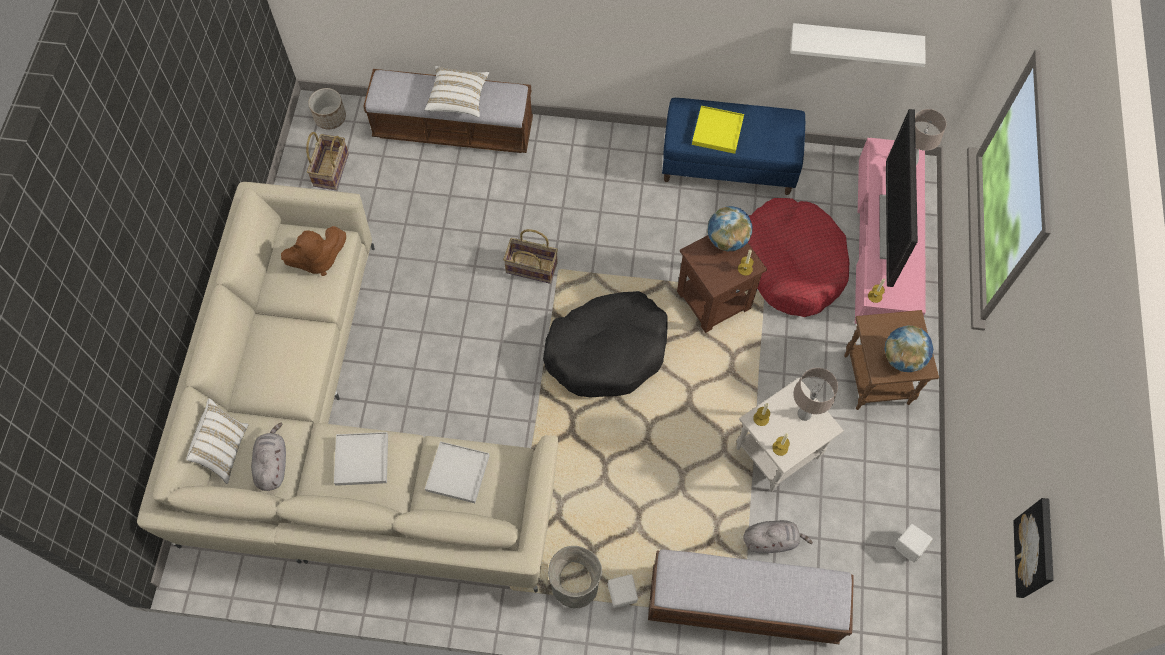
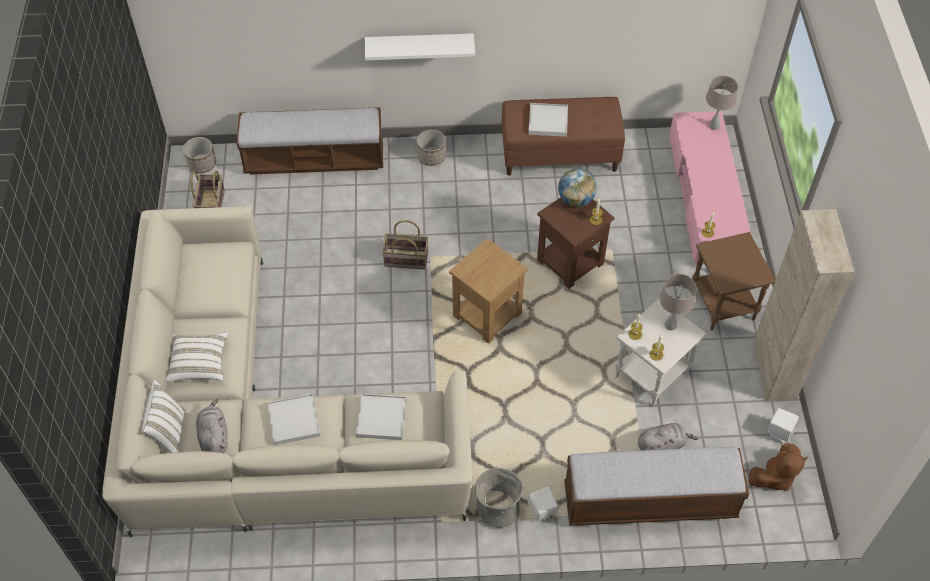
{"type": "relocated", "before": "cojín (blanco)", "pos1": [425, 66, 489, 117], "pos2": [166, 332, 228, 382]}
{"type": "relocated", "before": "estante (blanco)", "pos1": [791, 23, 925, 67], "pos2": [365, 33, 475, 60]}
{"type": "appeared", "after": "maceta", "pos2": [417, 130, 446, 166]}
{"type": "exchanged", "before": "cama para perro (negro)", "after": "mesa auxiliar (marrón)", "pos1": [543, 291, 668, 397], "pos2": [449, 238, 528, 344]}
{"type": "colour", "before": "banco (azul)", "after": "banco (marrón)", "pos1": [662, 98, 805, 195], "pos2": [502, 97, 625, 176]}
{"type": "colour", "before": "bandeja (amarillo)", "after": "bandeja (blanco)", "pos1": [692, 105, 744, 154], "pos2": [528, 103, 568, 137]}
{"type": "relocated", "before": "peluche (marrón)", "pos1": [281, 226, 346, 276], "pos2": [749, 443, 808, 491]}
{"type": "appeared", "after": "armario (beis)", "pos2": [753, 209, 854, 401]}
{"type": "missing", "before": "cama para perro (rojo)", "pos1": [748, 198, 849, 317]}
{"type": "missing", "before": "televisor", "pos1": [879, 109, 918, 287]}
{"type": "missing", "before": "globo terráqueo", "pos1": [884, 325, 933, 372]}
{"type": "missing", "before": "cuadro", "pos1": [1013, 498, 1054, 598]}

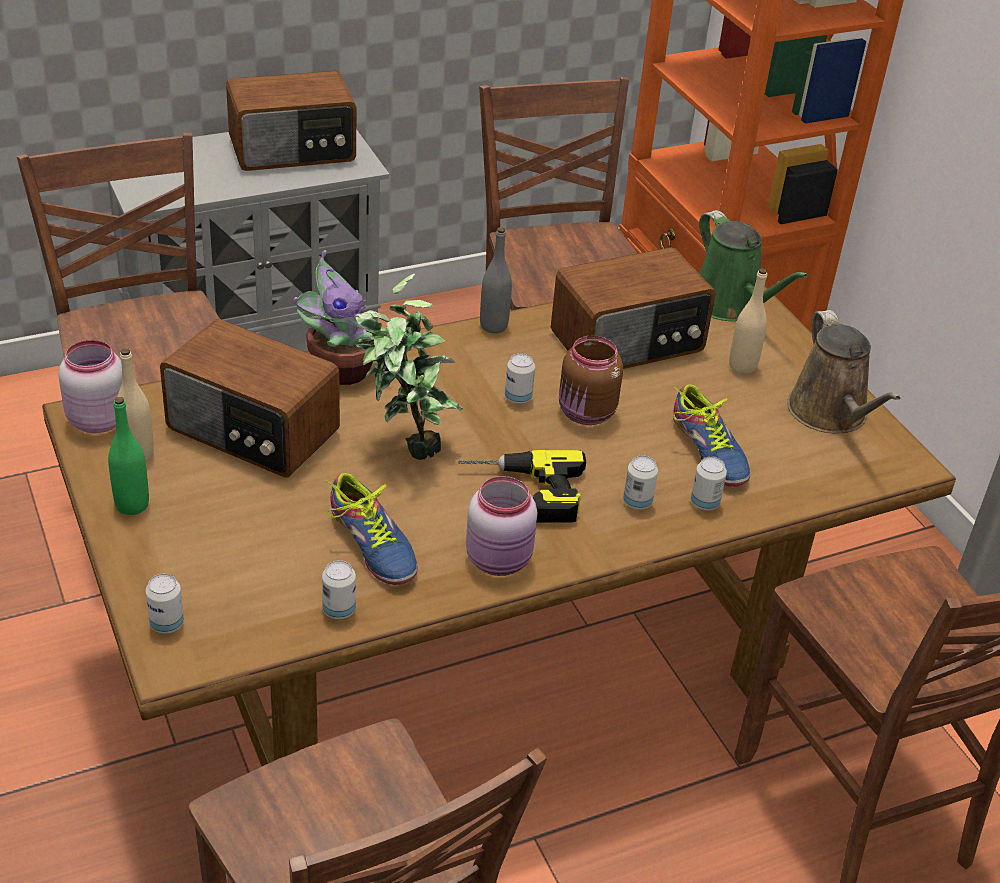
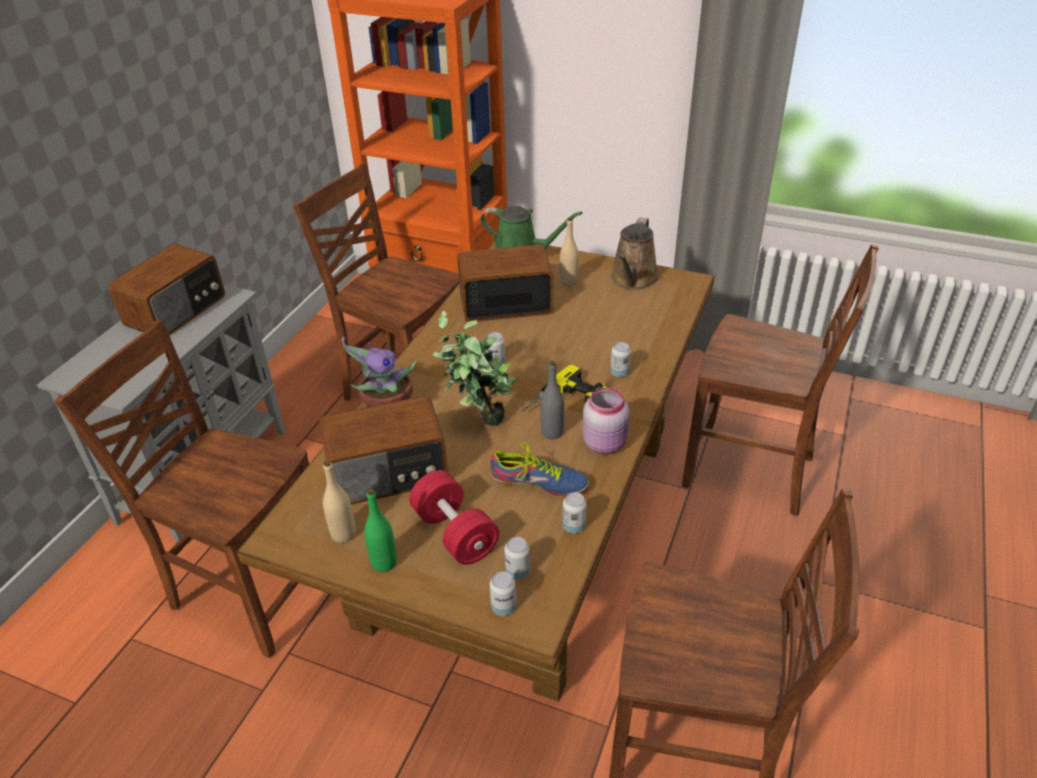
{"type": "appeared", "after": "mancuerna (rojo)", "pos2": [409, 470, 499, 565]}
{"type": "spun", "before": "radio", "pos1": [551, 247, 716, 369], "pos2": [457, 245, 553, 322], "turn": -120}
{"type": "relocated", "before": "lata", "pos1": [691, 457, 727, 511], "pos2": [504, 537, 530, 580]}
{"type": "relocated", "before": "botella (gris)", "pos1": [480, 227, 512, 333], "pos2": [540, 361, 564, 439]}
{"type": "spun", "before": "regadera (marrón)", "pos1": [787, 310, 900, 433], "pos2": [610, 218, 659, 290], "turn": 75}
{"type": "missing", "before": "tarro (rosa)", "pos1": [59, 340, 122, 433]}
{"type": "missing", "before": "tarro (marrón)", "pos1": [559, 336, 623, 425]}
{"type": "missing", "before": "zapato", "pos1": [673, 384, 750, 487]}

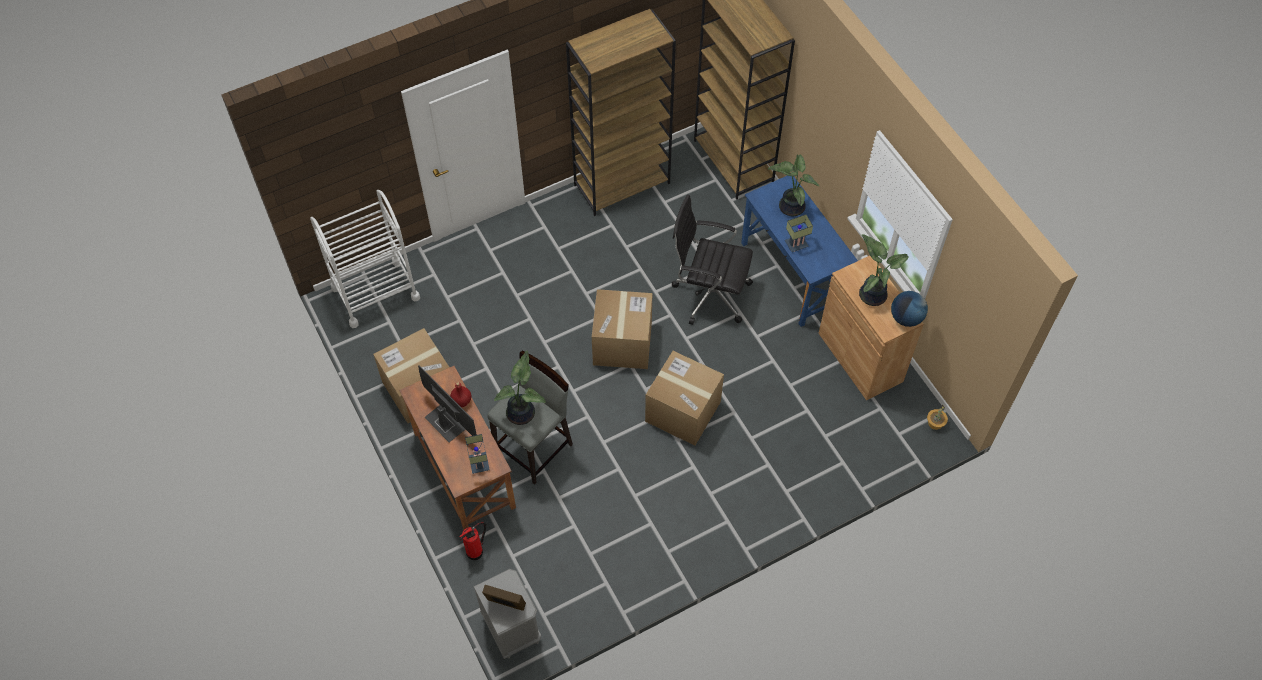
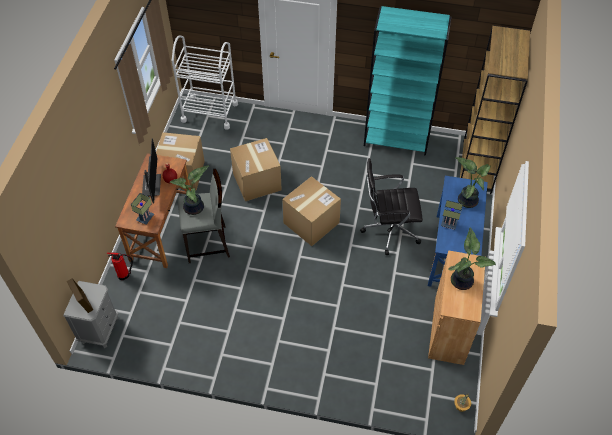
{"type": "relocated", "before": "caja de cartón", "pos1": [645, 351, 724, 446], "pos2": [230, 138, 282, 201]}
{"type": "spun", "before": "silla de oficina (negro)", "pos1": [672, 195, 753, 325], "pos2": [360, 158, 423, 255], "turn": -60}
{"type": "colour", "before": "estantería (marrón)", "after": "estantería (turquesa)", "pos1": [566, 9, 676, 216], "pos2": [364, 6, 452, 156]}
{"type": "missing", "before": "globo terráqueo", "pos1": [891, 291, 928, 327]}

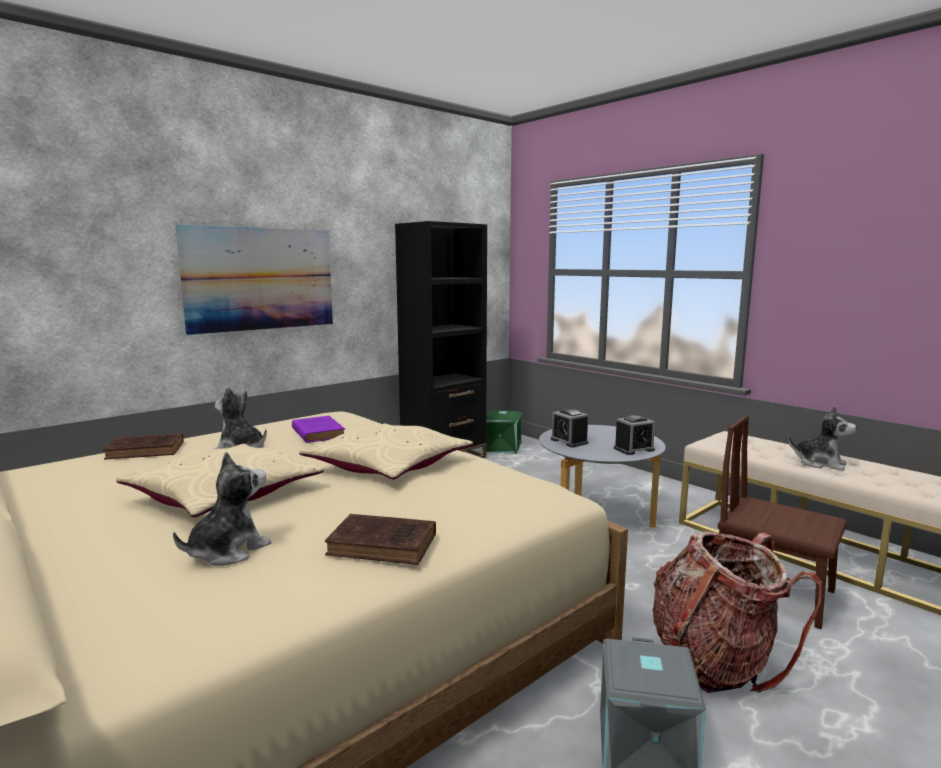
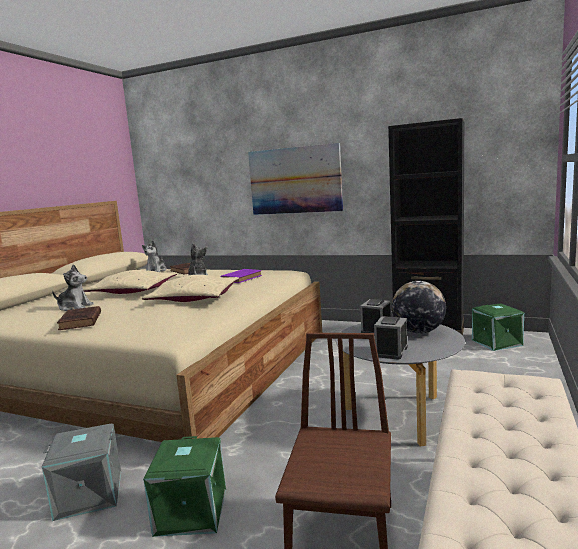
{"type": "relocated", "before": "peluche", "pos1": [788, 406, 857, 471], "pos2": [142, 240, 167, 272]}
{"type": "exchanged", "before": "mochila", "after": "caja de almacenaje (verde)", "pos1": [652, 532, 822, 693], "pos2": [143, 436, 226, 537]}
{"type": "spun", "before": "despertador", "pos1": [614, 415, 655, 455], "pos2": [374, 316, 408, 359], "turn": 75}
{"type": "appeared", "after": "globo terráqueo", "pos2": [392, 281, 446, 334]}

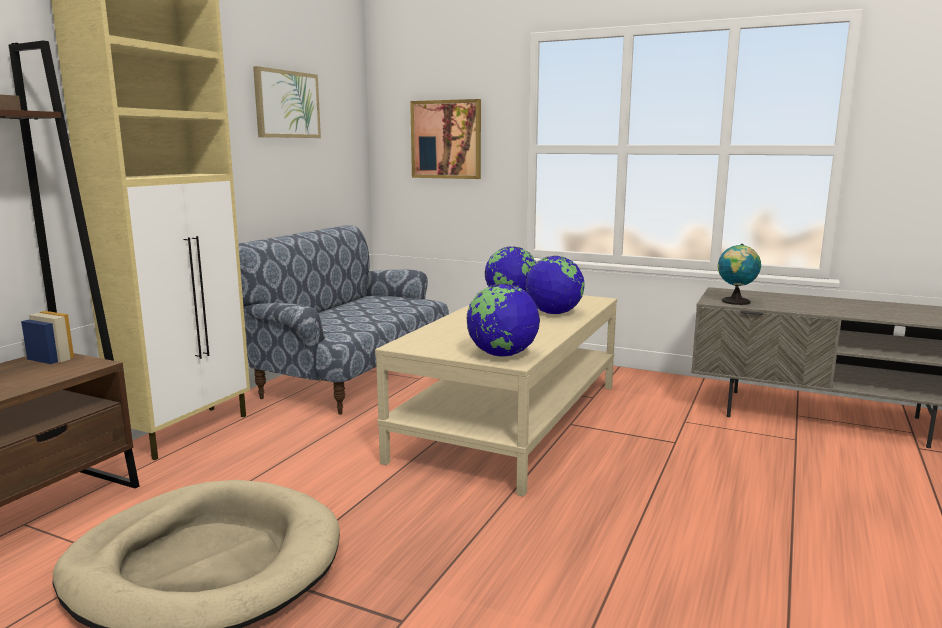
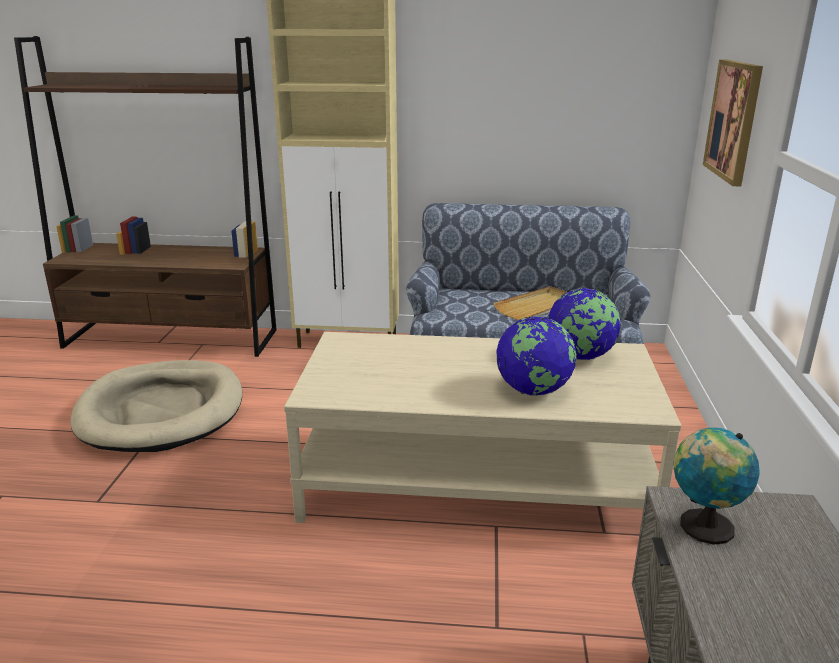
{"type": "appeared", "after": "bandeja (beis)", "pos2": [493, 286, 567, 320]}
{"type": "missing", "before": "cuadro", "pos1": [253, 66, 321, 138]}
{"type": "missing", "before": "globo terráqueo", "pos1": [467, 283, 540, 357]}

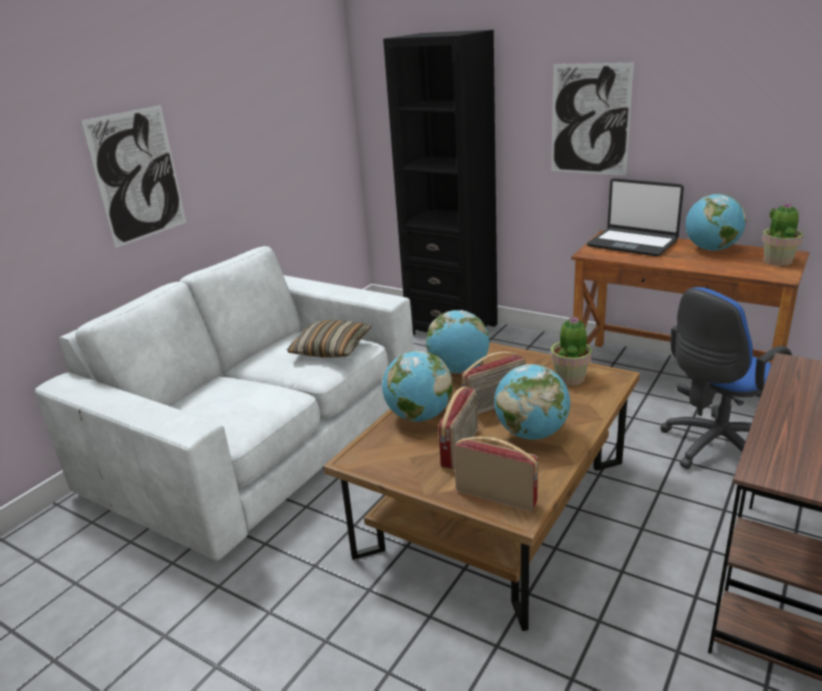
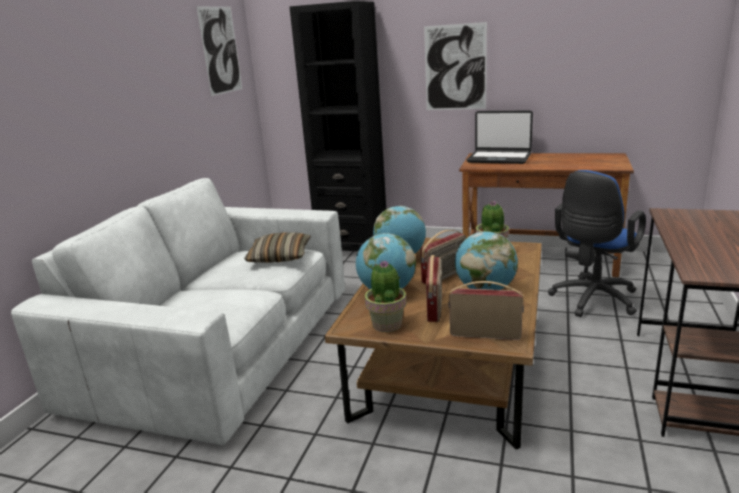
{"type": "relocated", "before": "cuadro", "pos1": [81, 105, 186, 248], "pos2": [196, 6, 243, 96]}
{"type": "relocated", "before": "planta en maceta", "pos1": [762, 202, 803, 266], "pos2": [365, 260, 407, 332]}
{"type": "missing", "before": "globo terráqueo", "pos1": [686, 194, 746, 251]}

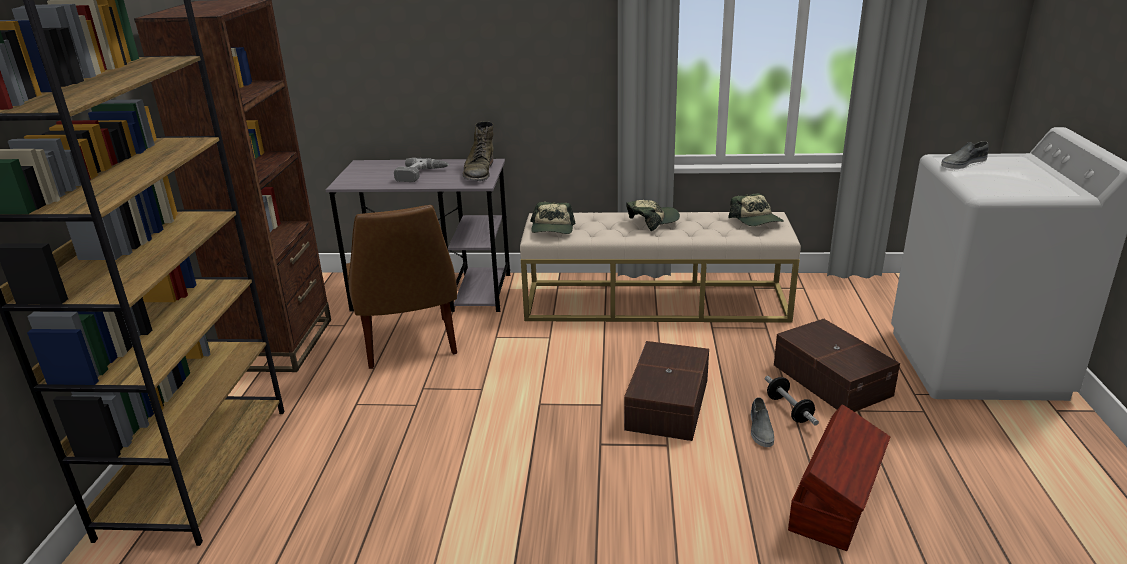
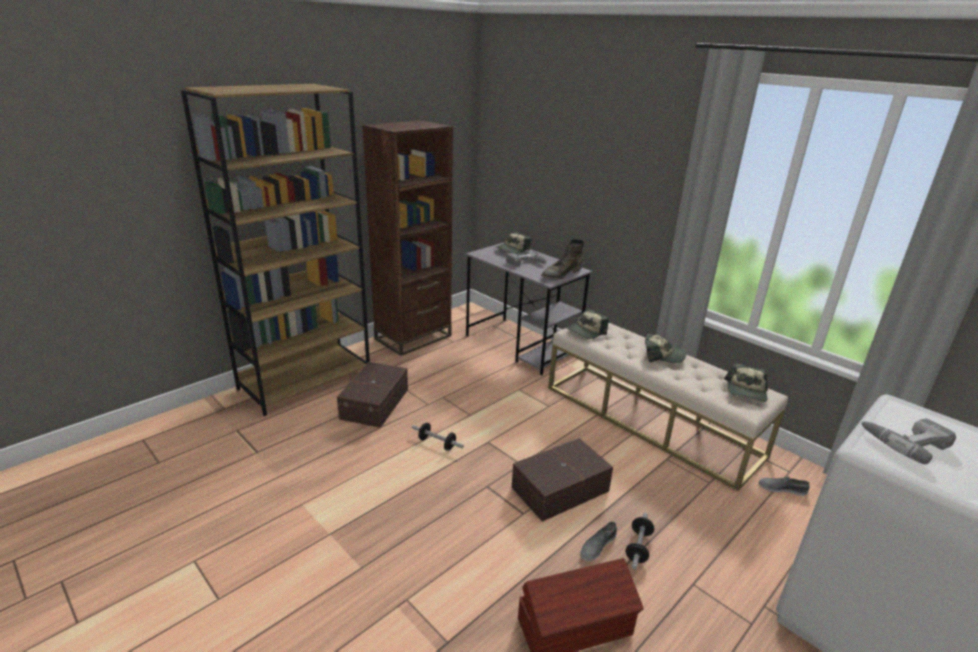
{"type": "relocated", "before": "caja de almacenaje (marrón)", "pos1": [774, 319, 900, 412], "pos2": [337, 362, 408, 428]}
{"type": "appeared", "after": "mancuerna", "pos2": [412, 423, 464, 451]}
{"type": "appeared", "after": "gorra", "pos2": [496, 232, 531, 254]}
{"type": "relocated", "before": "zapato (gris)", "pos1": [941, 141, 989, 169], "pos2": [759, 476, 810, 496]}
{"type": "appeared", "after": "taladro", "pos2": [861, 418, 956, 464]}
{"type": "missing", "before": "silla (marrón)", "pos1": [346, 205, 457, 369]}

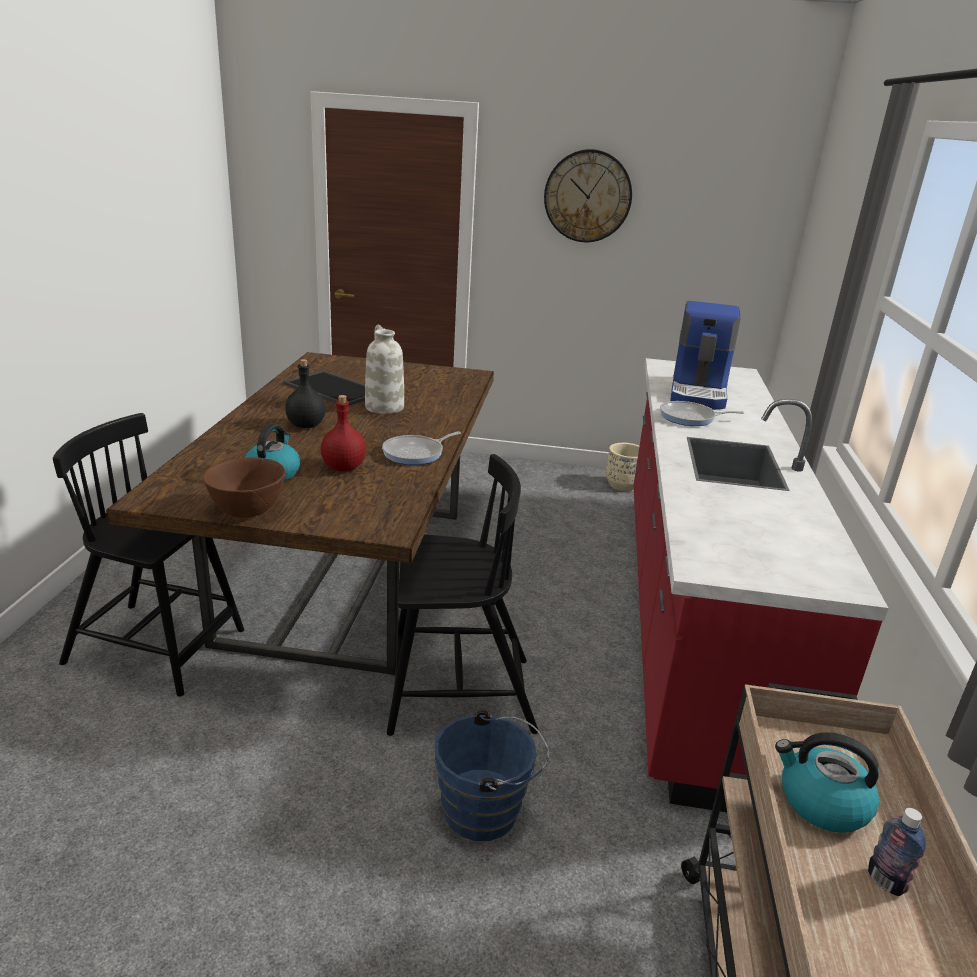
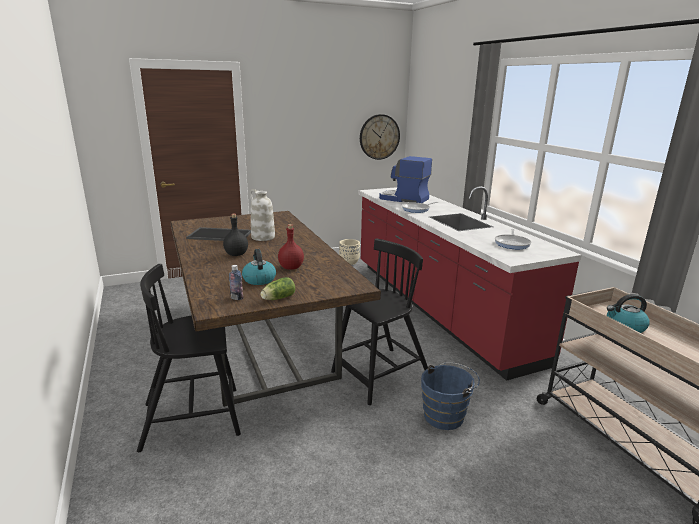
{"type": "relocated", "before": "botella", "pos1": [868, 808, 926, 896], "pos2": [229, 265, 243, 300]}
{"type": "exchanged", "before": "cuenco (marrón)", "after": "lechuga", "pos1": [203, 457, 285, 518], "pos2": [261, 277, 295, 300]}
{"type": "relocated", "before": "reloj de pared", "pos1": [544, 149, 632, 242], "pos2": [360, 114, 400, 160]}
{"type": "spun", "before": "cafetera", "pos1": [670, 301, 741, 410], "pos2": [379, 156, 432, 203], "turn": 135}
{"type": "relocated", "before": "sartén", "pos1": [382, 431, 461, 465], "pos2": [495, 229, 531, 249]}

